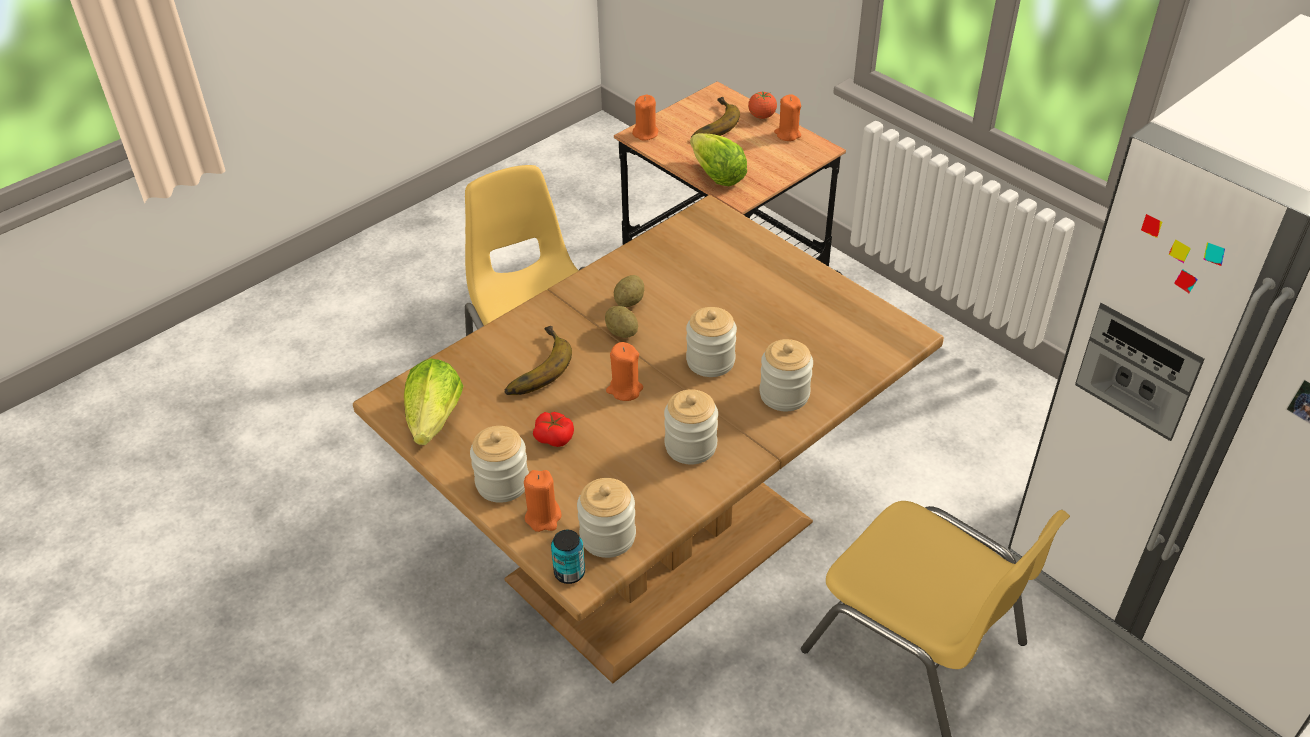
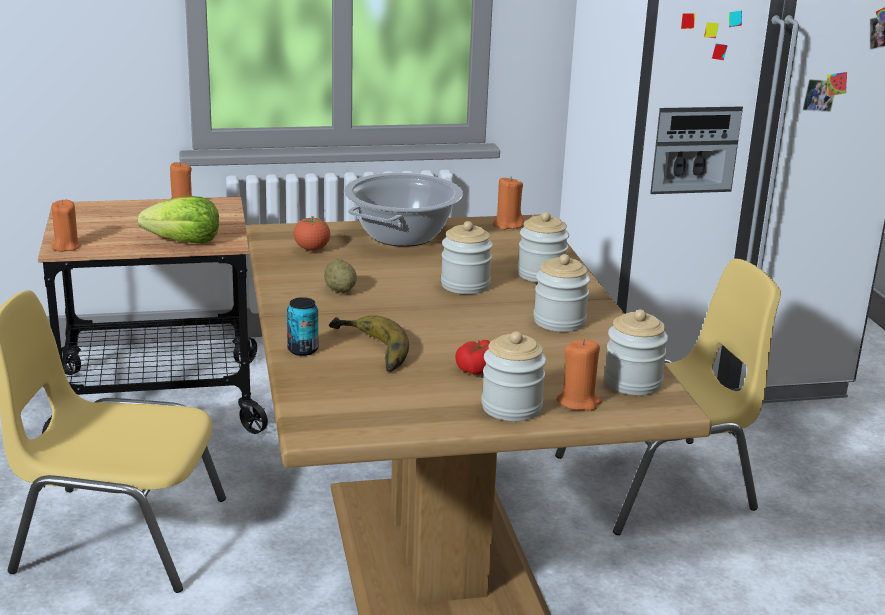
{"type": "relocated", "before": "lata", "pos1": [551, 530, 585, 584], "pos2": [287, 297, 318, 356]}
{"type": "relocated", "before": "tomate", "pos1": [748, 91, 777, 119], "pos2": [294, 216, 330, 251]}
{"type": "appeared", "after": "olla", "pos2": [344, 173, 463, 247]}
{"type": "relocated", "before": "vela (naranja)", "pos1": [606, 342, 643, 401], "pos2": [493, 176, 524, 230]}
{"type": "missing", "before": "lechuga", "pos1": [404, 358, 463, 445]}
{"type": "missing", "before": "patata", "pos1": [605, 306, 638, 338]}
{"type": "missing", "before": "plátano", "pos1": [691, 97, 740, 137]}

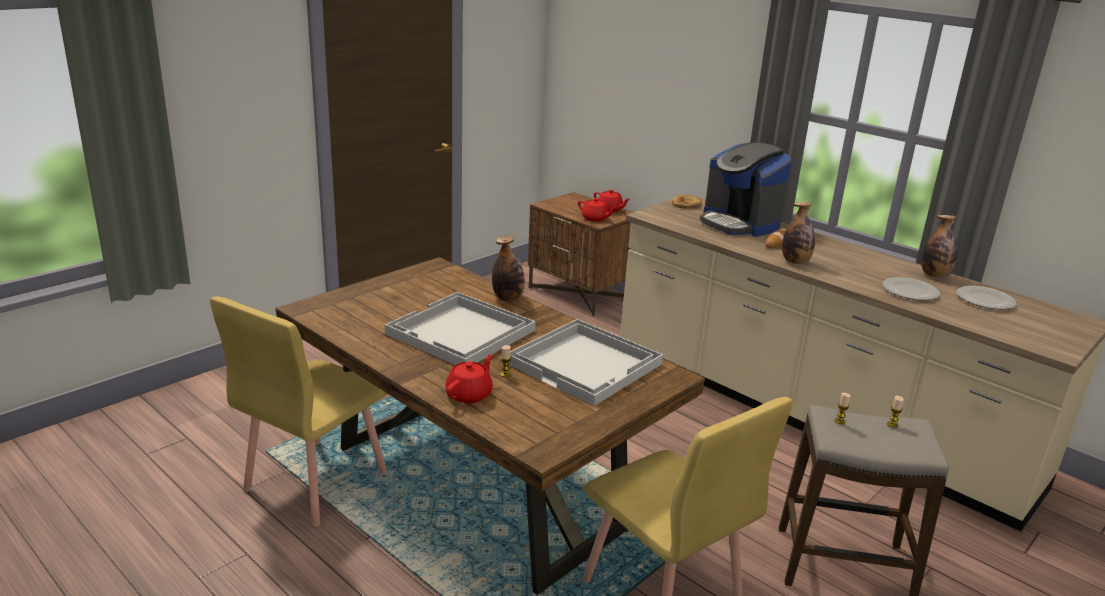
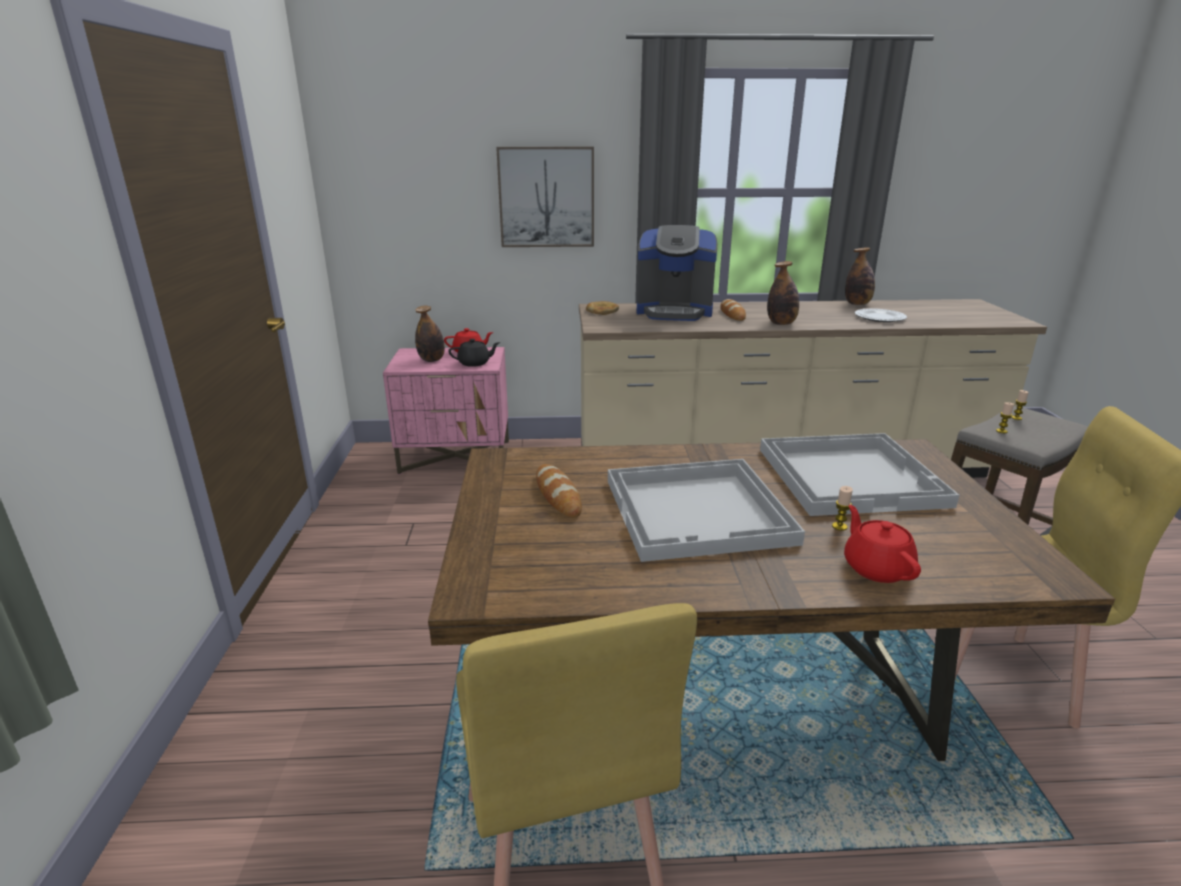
{"type": "colour", "before": "mesita de noche (marrón)", "after": "mesita de noche (rosa)", "pos1": [528, 192, 633, 317], "pos2": [383, 347, 509, 475]}
{"type": "relocated", "before": "botella", "pos1": [492, 235, 525, 301], "pos2": [415, 306, 445, 362]}
{"type": "colour", "before": "tetera (rojo)", "after": "tetera (negro)", "pos1": [578, 198, 616, 222], "pos2": [448, 339, 500, 367]}
{"type": "appeared", "after": "cuadro", "pos2": [496, 147, 594, 247]}
{"type": "appeared", "after": "pan", "pos2": [536, 464, 582, 518]}
{"type": "missing", "before": "plato", "pos1": [957, 286, 1016, 310]}

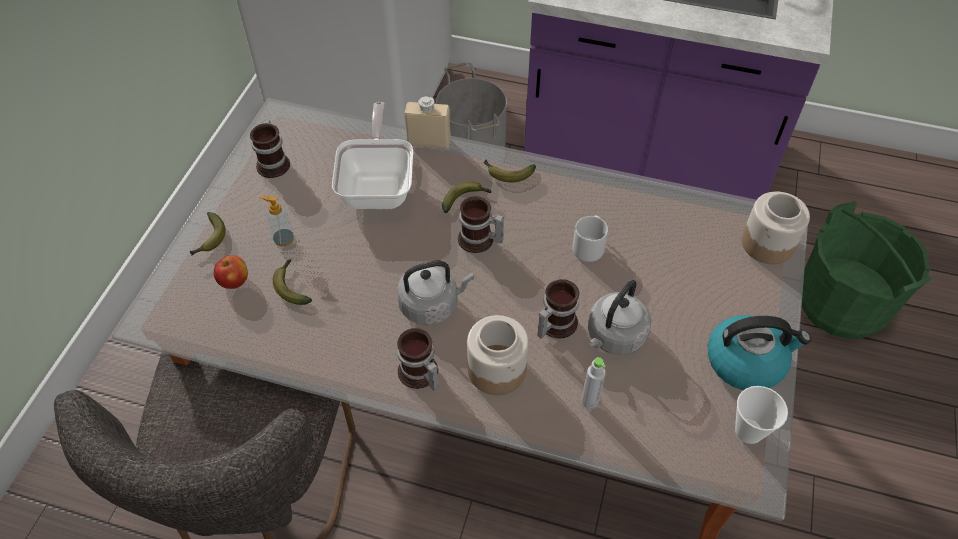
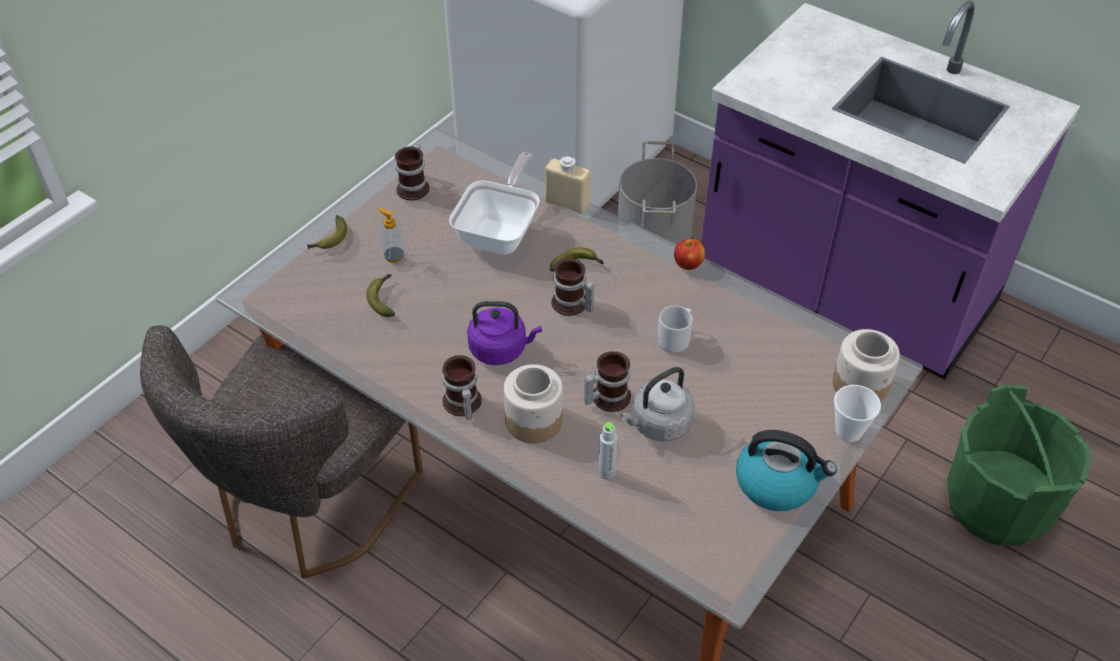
{"type": "colour", "before": "hervidor (gris)", "after": "hervidor (morado)", "pos1": [397, 261, 474, 325], "pos2": [467, 301, 542, 365]}
{"type": "relocated", "before": "manzana", "pos1": [214, 256, 248, 289], "pos2": [674, 239, 705, 270]}
{"type": "relocated", "before": "taza", "pos1": [735, 386, 788, 444], "pos2": [834, 385, 881, 442]}
{"type": "missing", "before": "plátano", "pos1": [483, 159, 536, 182]}

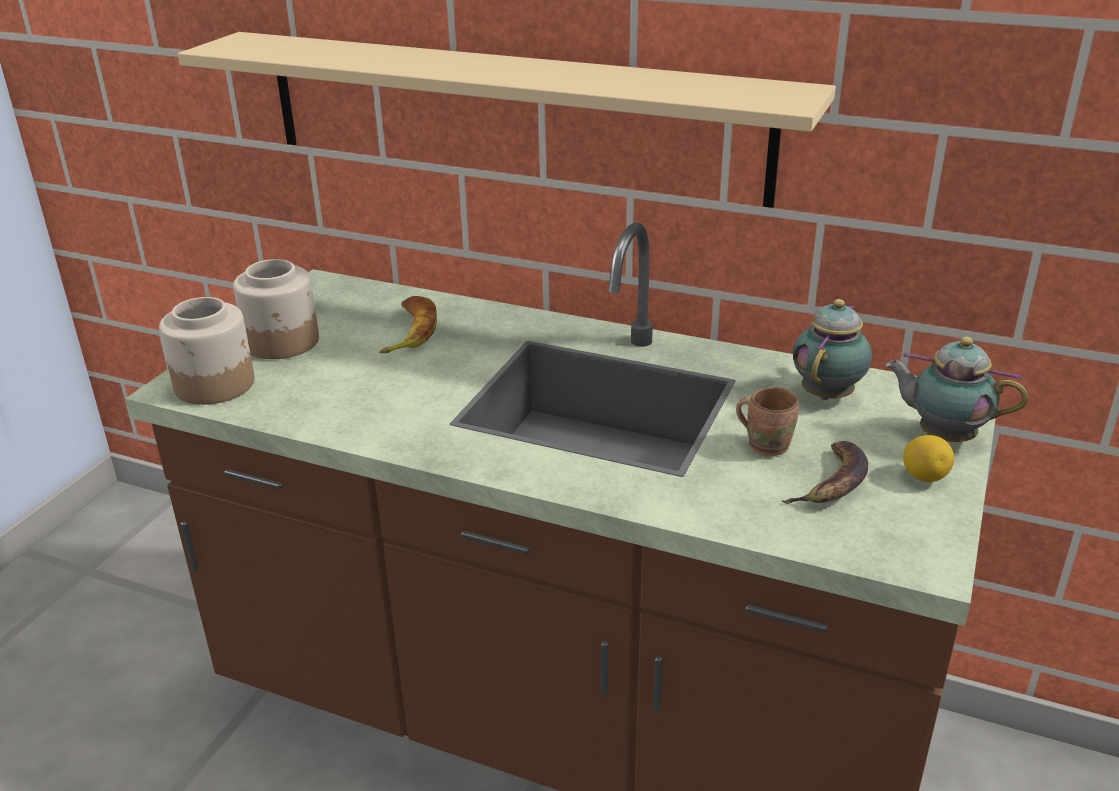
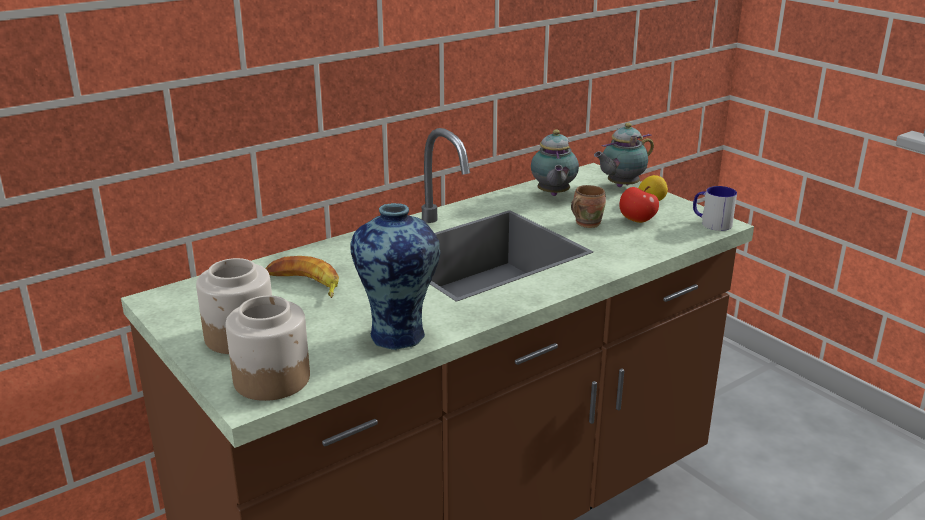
{"type": "appeared", "after": "florero", "pos2": [350, 203, 441, 350]}
{"type": "spun", "before": "tetera", "pos1": [793, 299, 872, 400], "pos2": [531, 129, 579, 196], "turn": -150}
{"type": "exchanged", "before": "plátano", "after": "manzana", "pos1": [782, 441, 868, 504], "pos2": [619, 186, 659, 223]}
{"type": "appeared", "after": "taza grande", "pos2": [693, 186, 737, 231]}
{"type": "missing", "before": "estante (beis)", "pos1": [178, 32, 836, 208]}

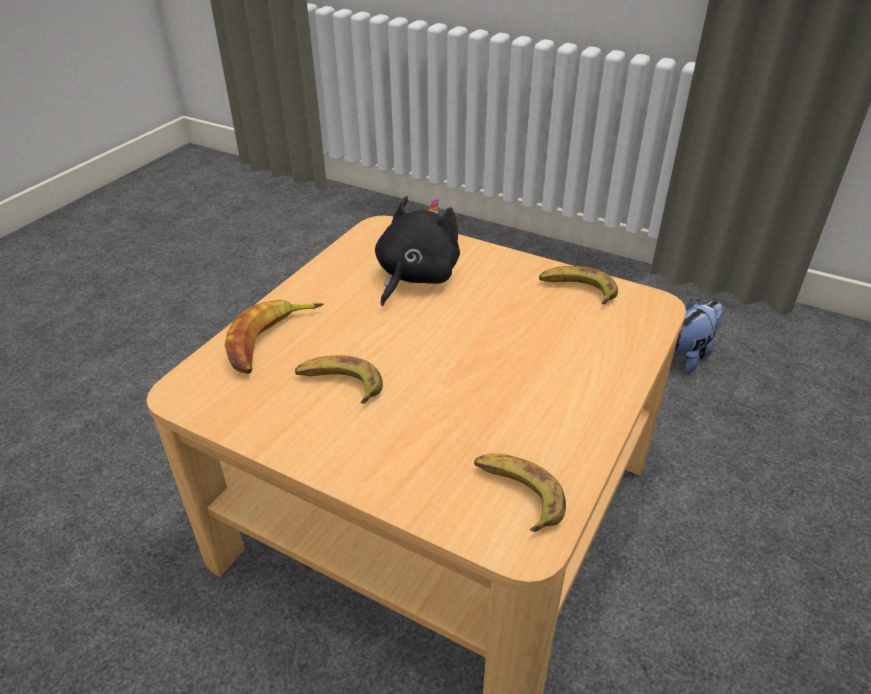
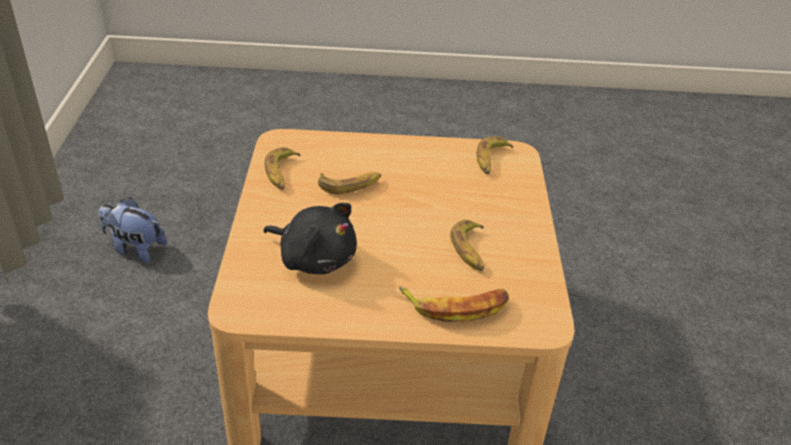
{"type": "spun", "before": "peluche (negro)", "pos1": [375, 196, 460, 306], "pos2": [263, 203, 357, 274], "turn": -150}
{"type": "appeared", "after": "plátano", "pos2": [318, 172, 381, 194]}

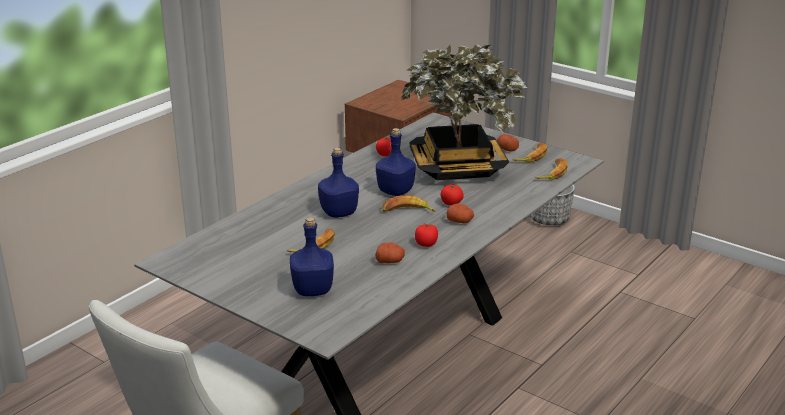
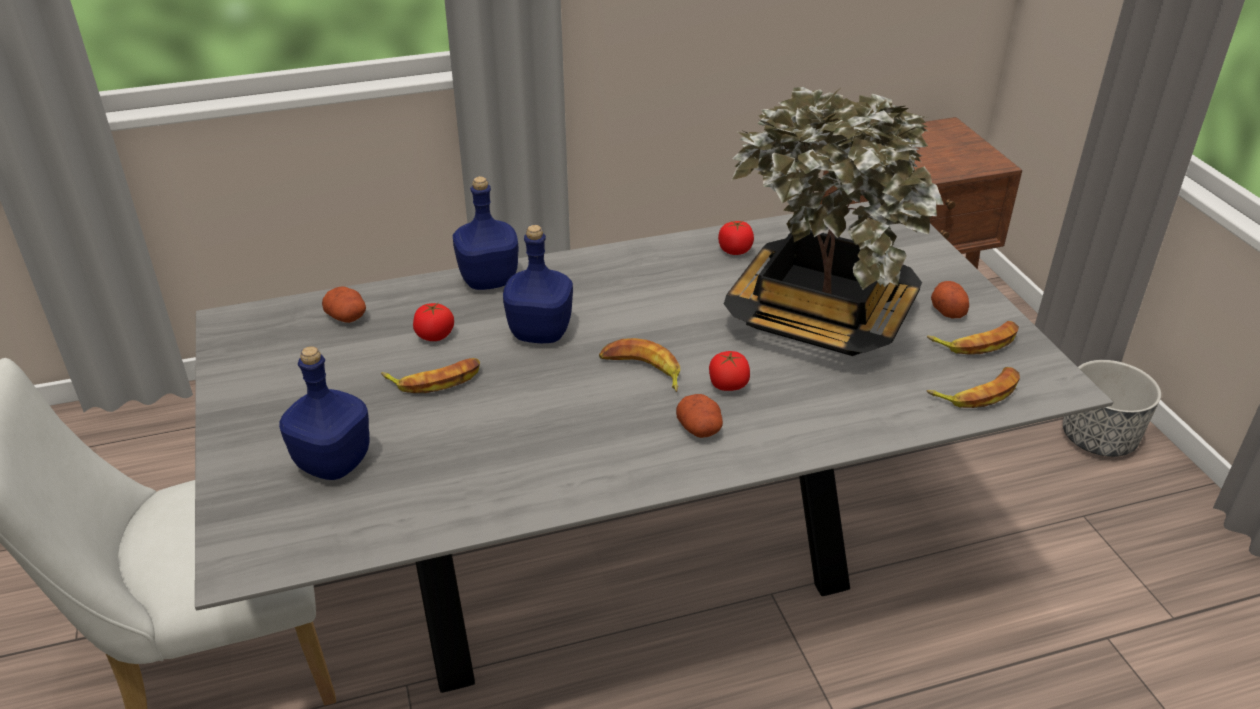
{"type": "relocated", "before": "patata", "pos1": [375, 242, 405, 263], "pos2": [322, 286, 366, 323]}
{"type": "relocated", "before": "tomate", "pos1": [415, 224, 438, 247], "pos2": [413, 303, 454, 341]}
{"type": "relocated", "before": "botella (azul)", "pos1": [376, 128, 416, 196], "pos2": [453, 176, 519, 290]}

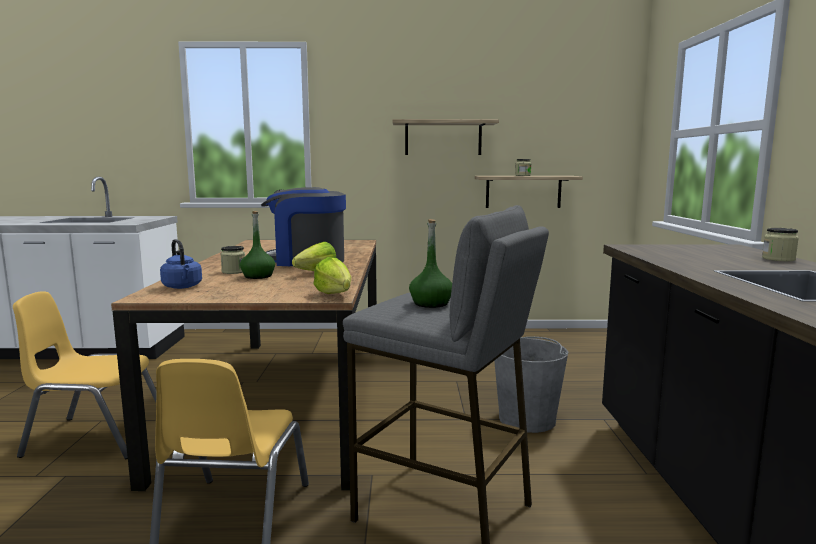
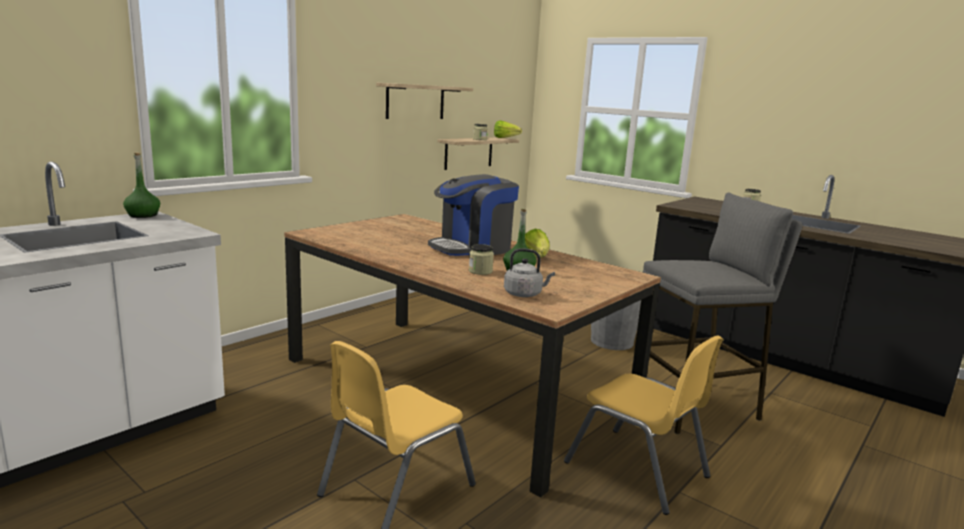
{"type": "relocated", "before": "botella (verde)", "pos1": [409, 219, 452, 308], "pos2": [123, 152, 160, 218]}
{"type": "relocated", "before": "lechuga", "pos1": [314, 257, 351, 294], "pos2": [494, 120, 522, 138]}
{"type": "colour", "before": "hervidor (azul)", "after": "hervidor (gris)", "pos1": [160, 239, 202, 289], "pos2": [504, 248, 555, 297]}

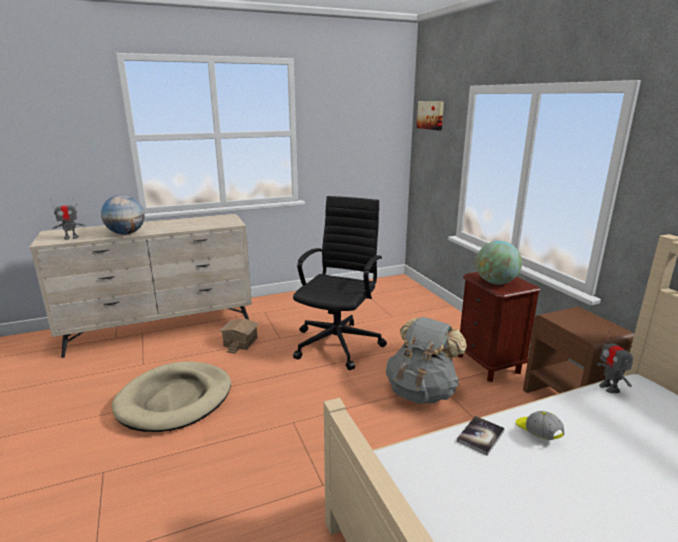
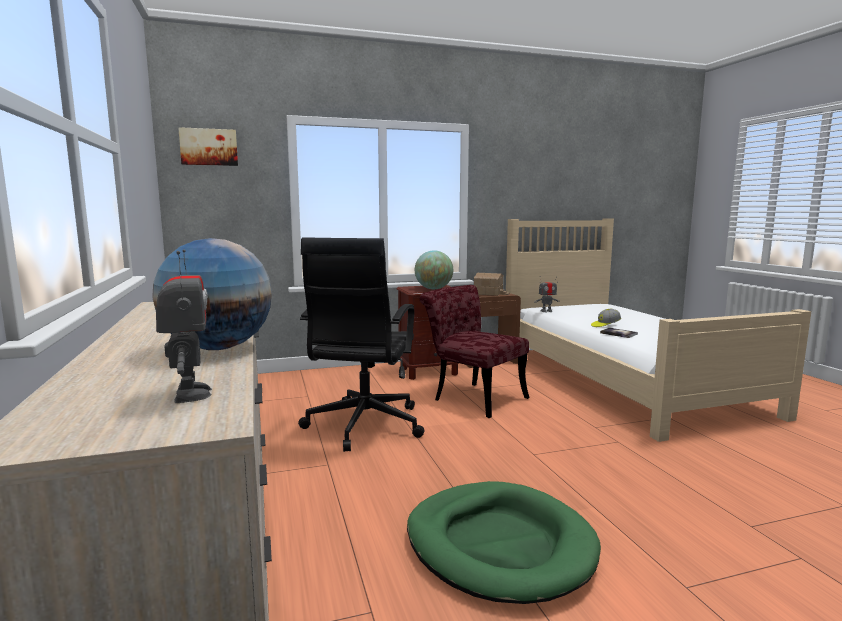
{"type": "spun", "before": "silla de oficina (negro)", "pos1": [293, 196, 387, 370], "pos2": [298, 237, 424, 452], "turn": -105}
{"type": "colour", "before": "cama para perro (beis)", "after": "cama para perro (verde)", "pos1": [112, 361, 231, 432], "pos2": [407, 481, 601, 604]}
{"type": "exchanged", "before": "mochila (gris)", "after": "silla (rojo)", "pos1": [386, 317, 467, 404], "pos2": [420, 285, 530, 418]}
{"type": "relocated", "before": "casita", "pos1": [219, 318, 259, 353], "pos2": [474, 273, 510, 296]}

